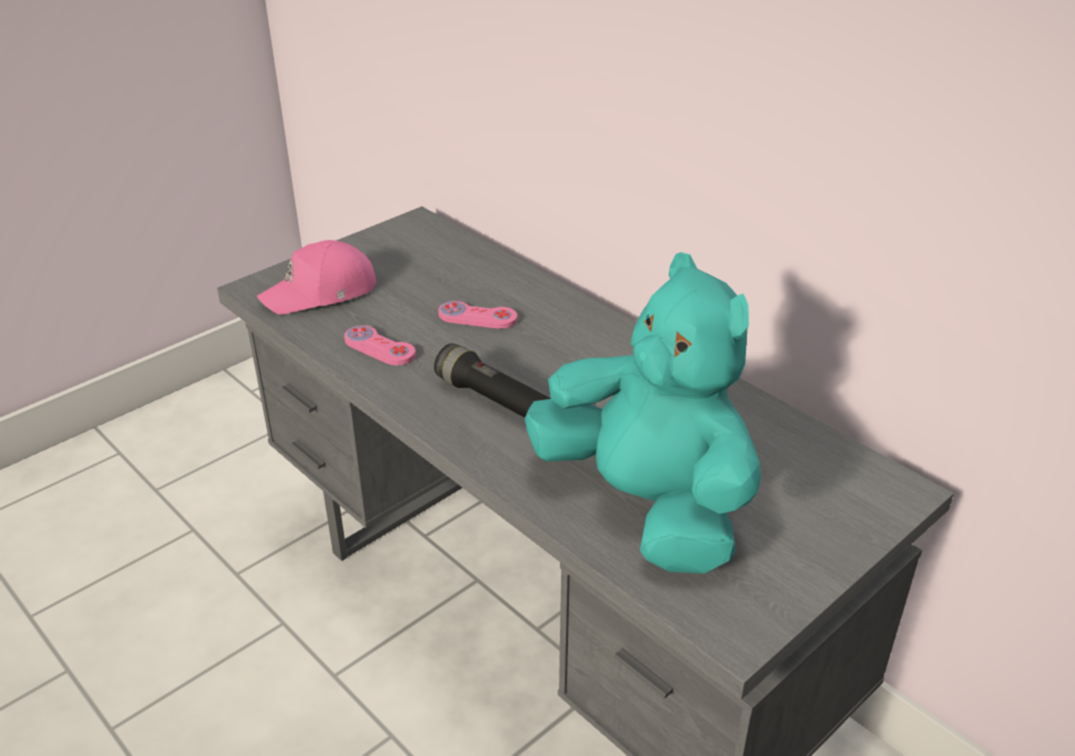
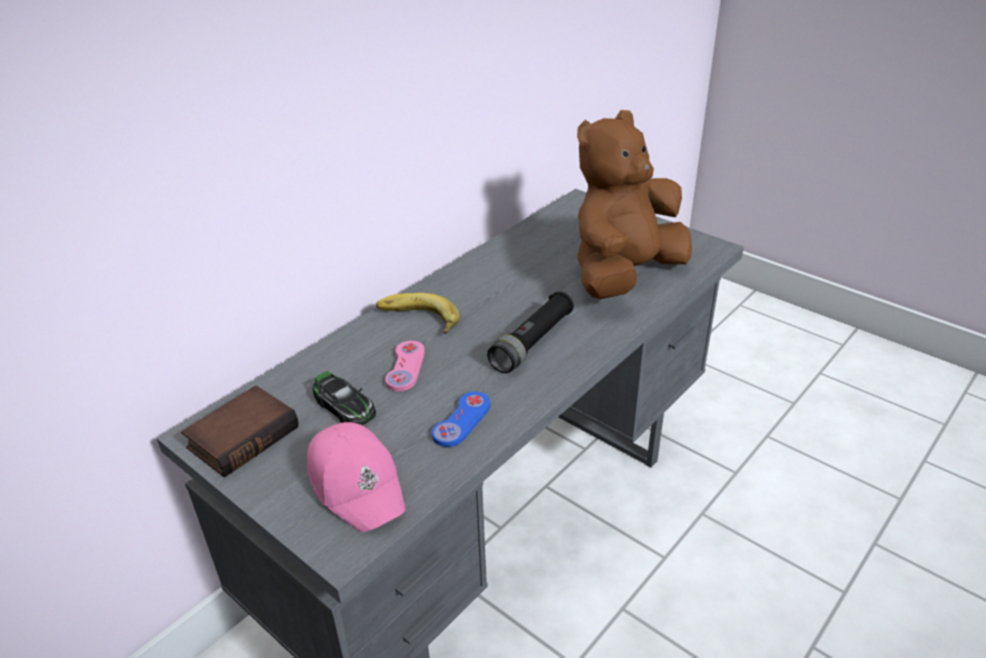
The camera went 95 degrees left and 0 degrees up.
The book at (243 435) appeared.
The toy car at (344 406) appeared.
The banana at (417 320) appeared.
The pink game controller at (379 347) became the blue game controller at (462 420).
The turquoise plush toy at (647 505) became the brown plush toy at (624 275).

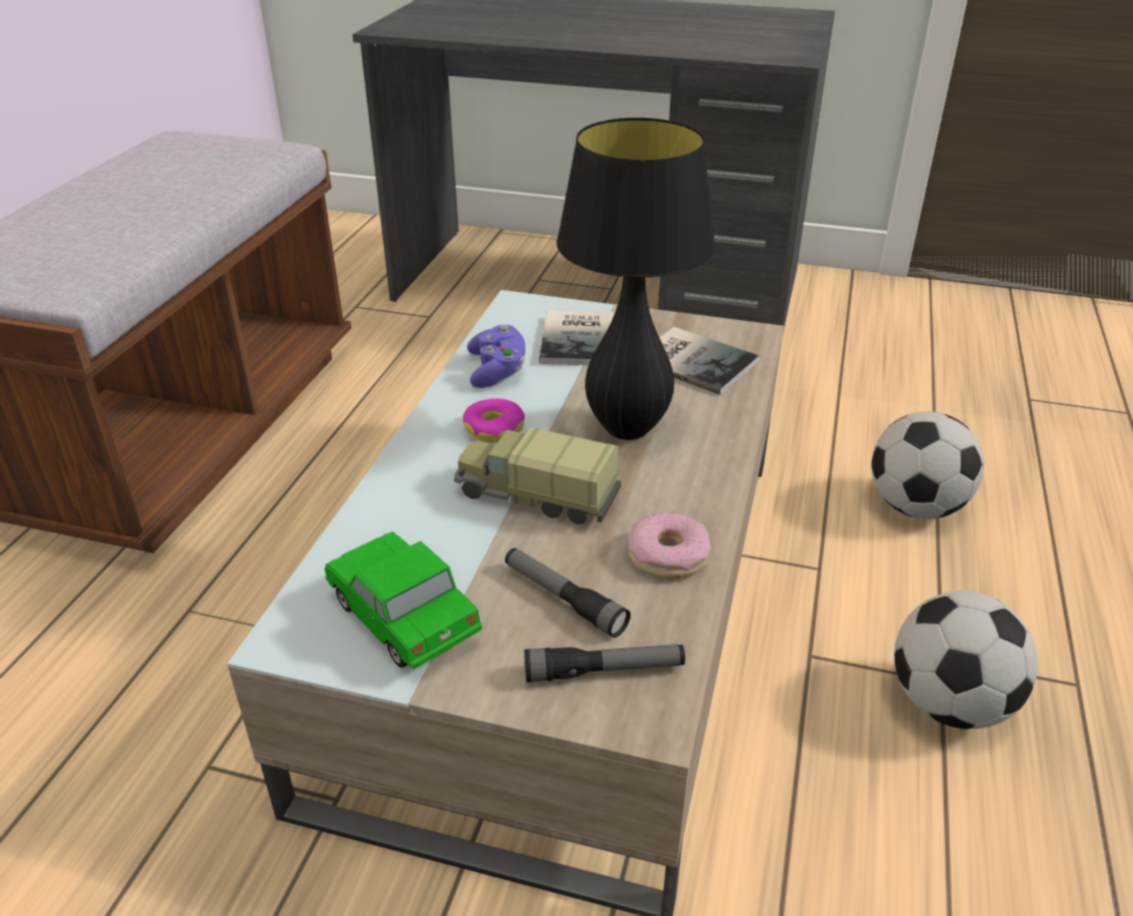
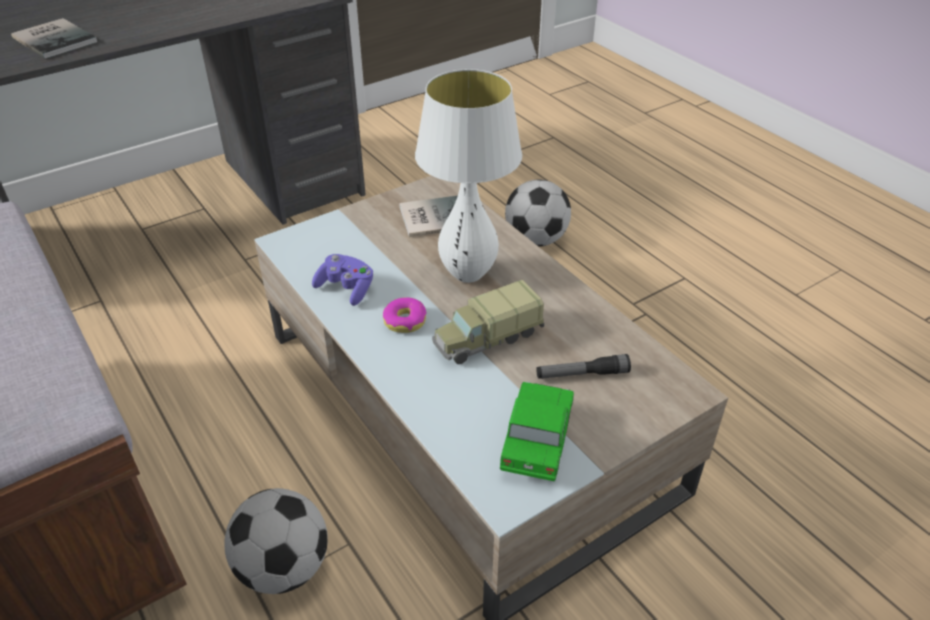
The camera went 50 degrees left and 5 degrees up.
The flashlight at (604 671) disappeared.
The donut at (668 555) disappeared.
The book moved from (583 338) to (56 38).
The football moved from (948 703) to (283 568).
The black table lamp at (627 429) became the white table lamp at (468 274).
The toy car at (403 618) turned 105 degrees clockwise.

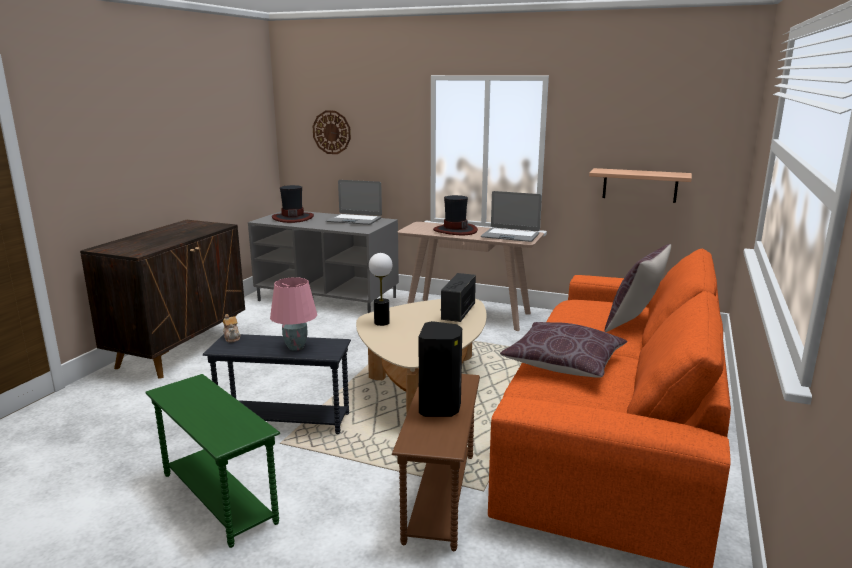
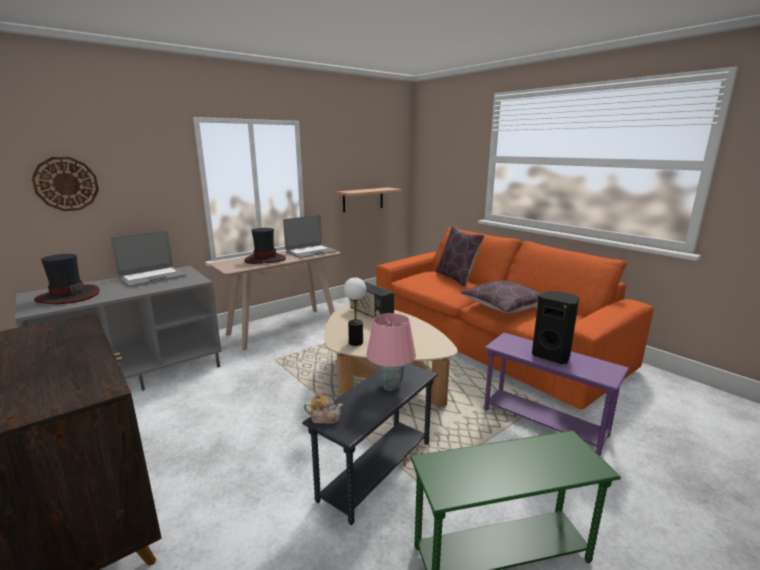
The camera went 60 degrees left and 0 degrees up.
The brown side table at (439 497) became the purple side table at (543 423).

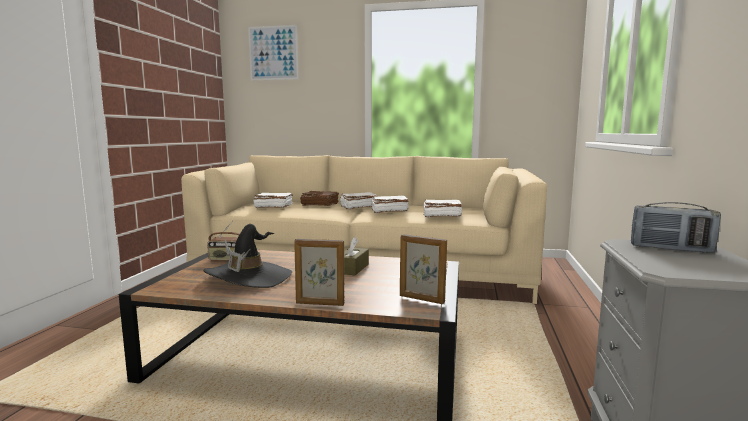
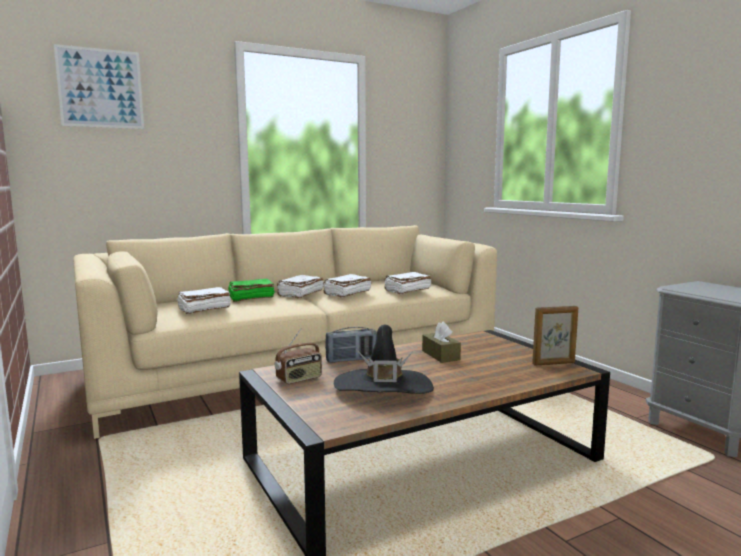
The camera went 40 degrees left and 0 degrees up.
The picture frame at (320 304) disappeared.
The radio moved from (671 249) to (351 360).
The brown book at (319 205) became the green book at (250 298).

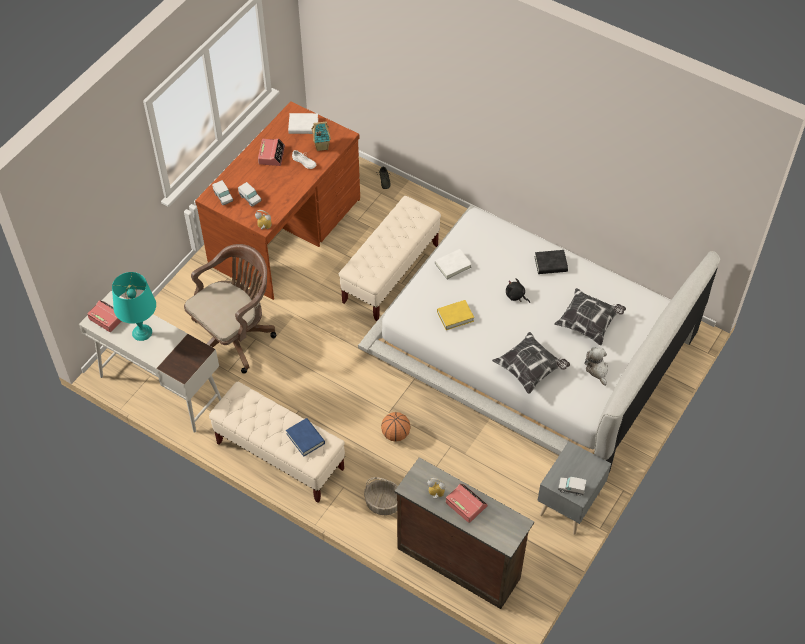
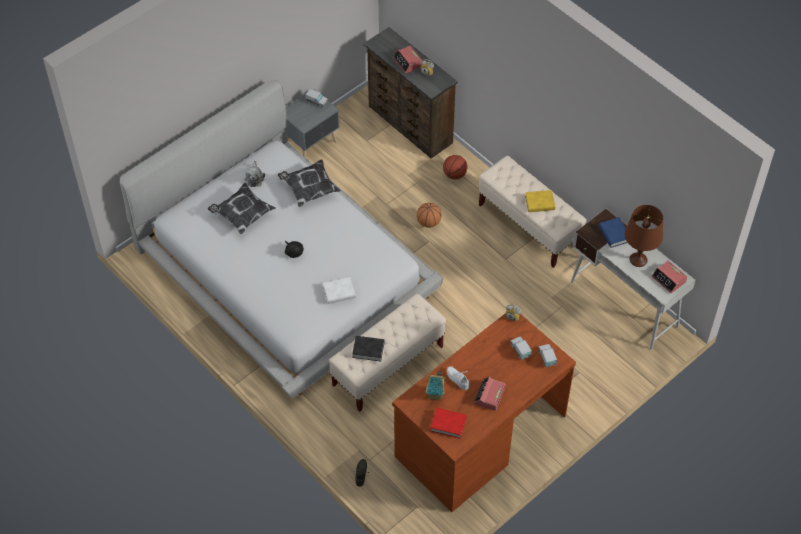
The camera went 165 degrees left and 0 degrees up.
The brown office chair at (235 336) disappeared.
The blue book moved from (305 439) to (614 234).
The yellow book moved from (455 316) to (539 203).
The black book moved from (550 264) to (368 350).
The basket at (383 503) was replaced by the basketball at (454 174).
The turquoise table lamp at (142 332) became the brown table lamp at (638 260).
The white book at (303 126) became the red book at (448 424).

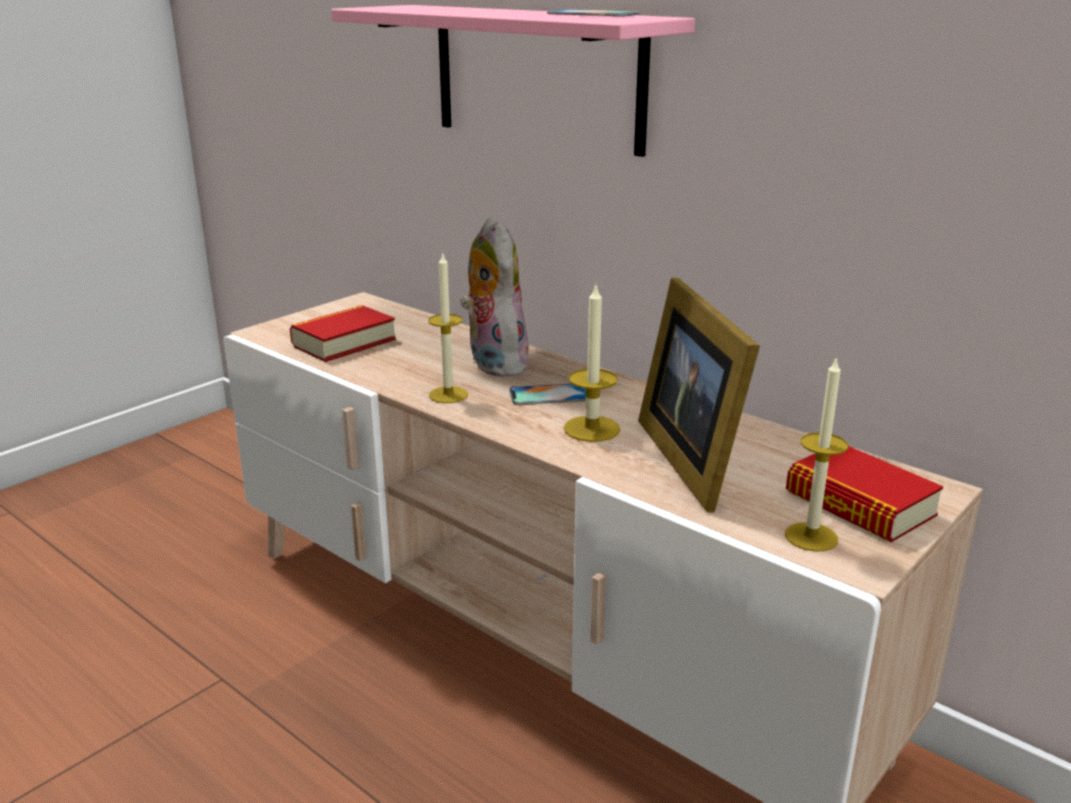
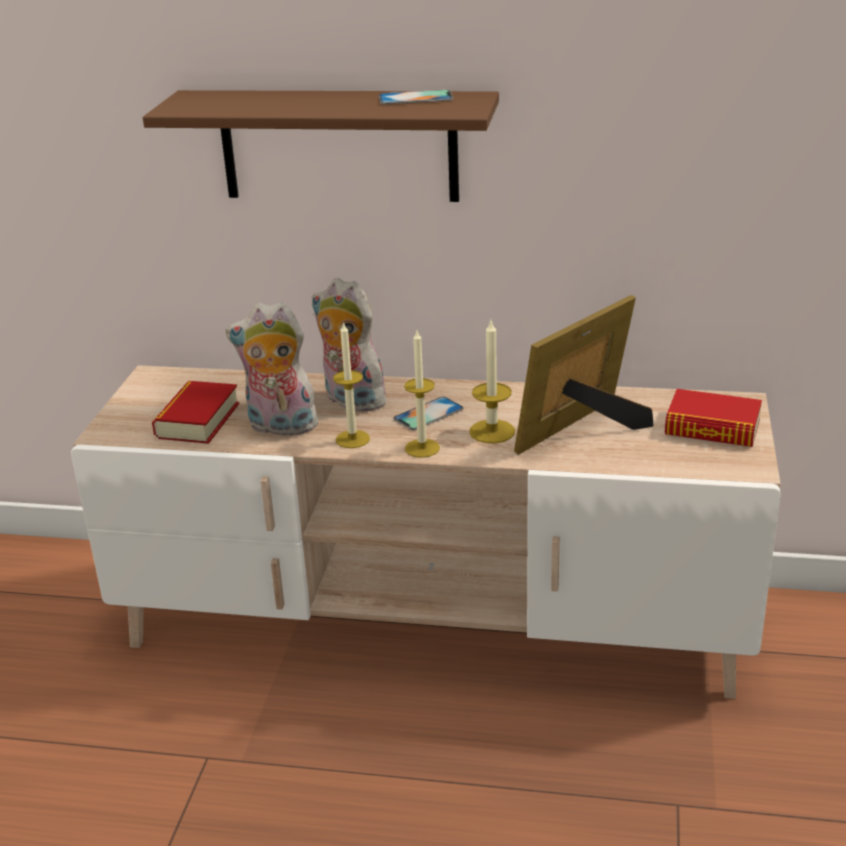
The camera went 30 degrees left and 5 degrees up.
The plush toy at (280 427) appeared.
The candle moved from (811 537) to (422 448).
The pink shelf at (537 76) became the brown shelf at (338 145).
The picture frame at (694 457) turned 90 degrees clockwise.

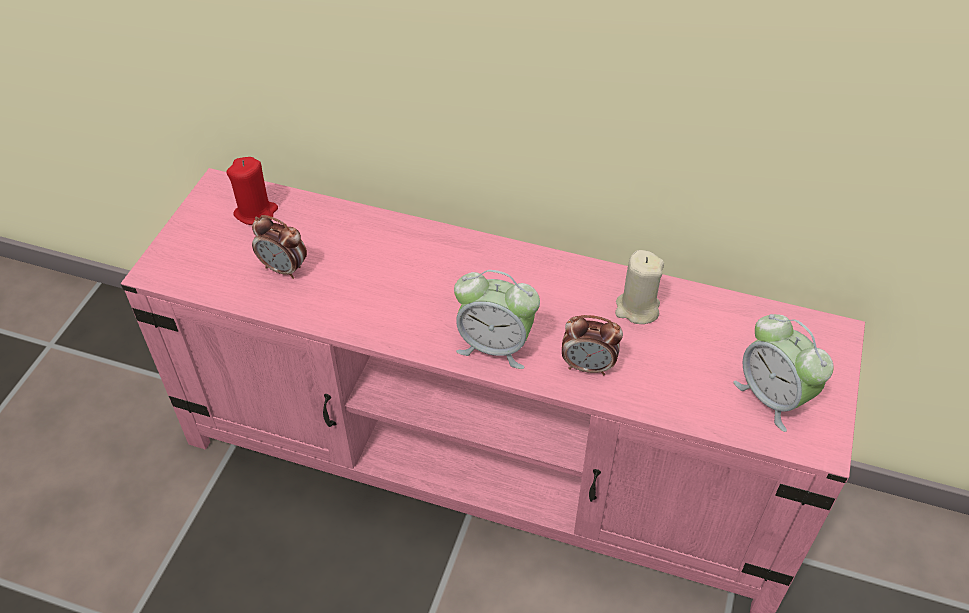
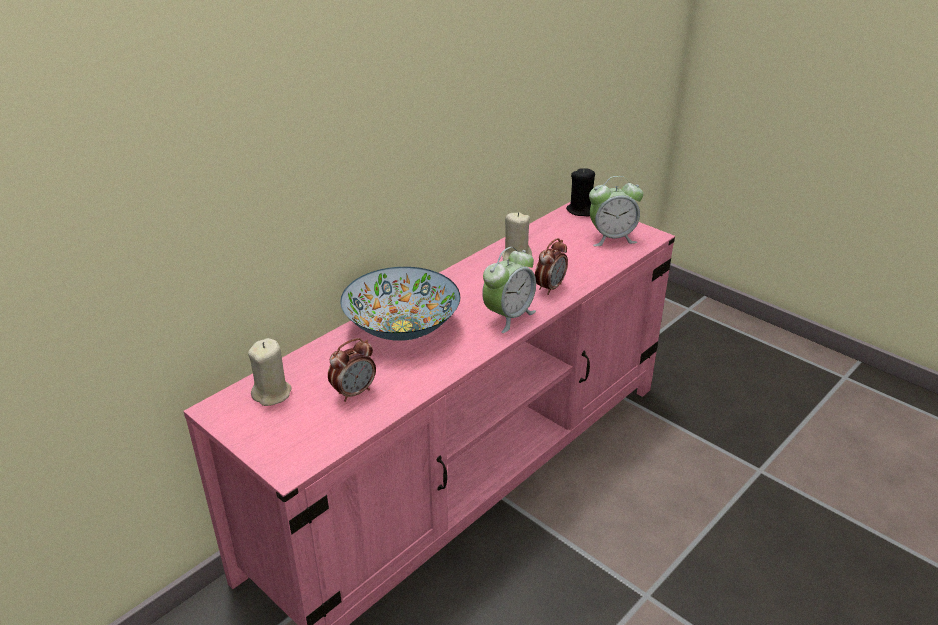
The camera went 65 degrees left and 15 degrees down.
The bowl at (402 327) appeared.
The black candle at (581 211) appeared.
The red candle at (256 212) became the beige candle at (272 394).

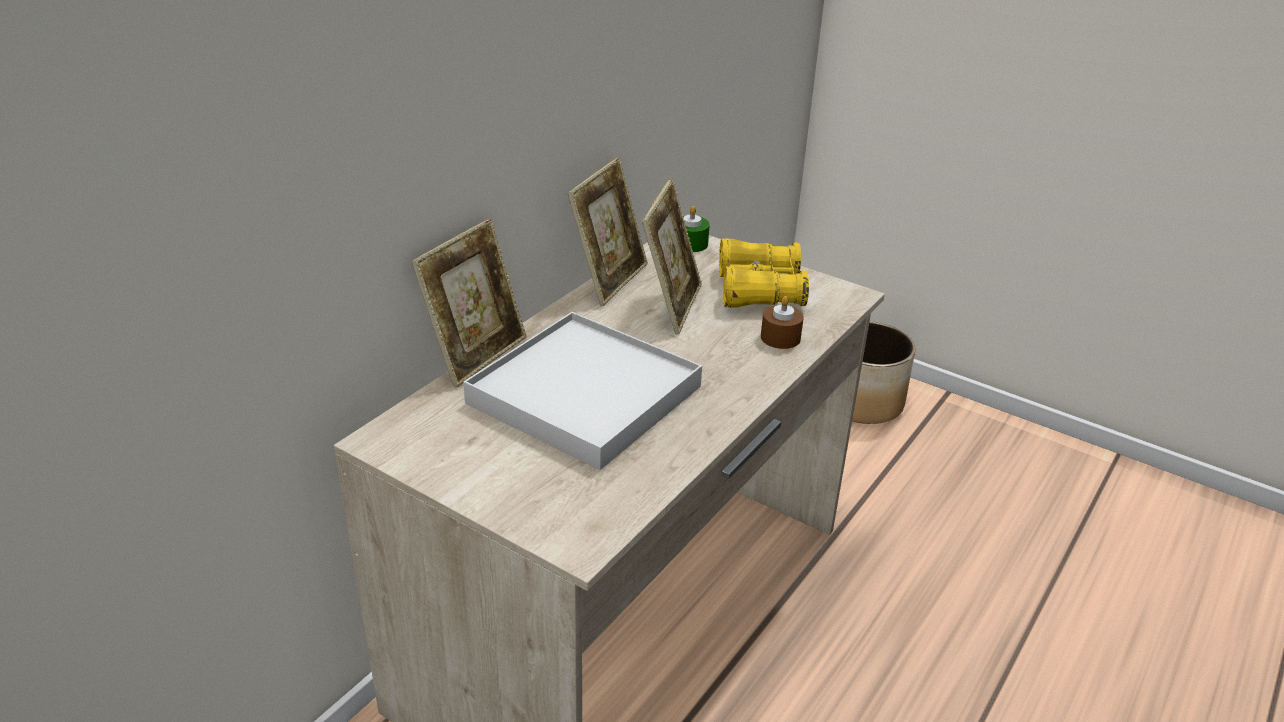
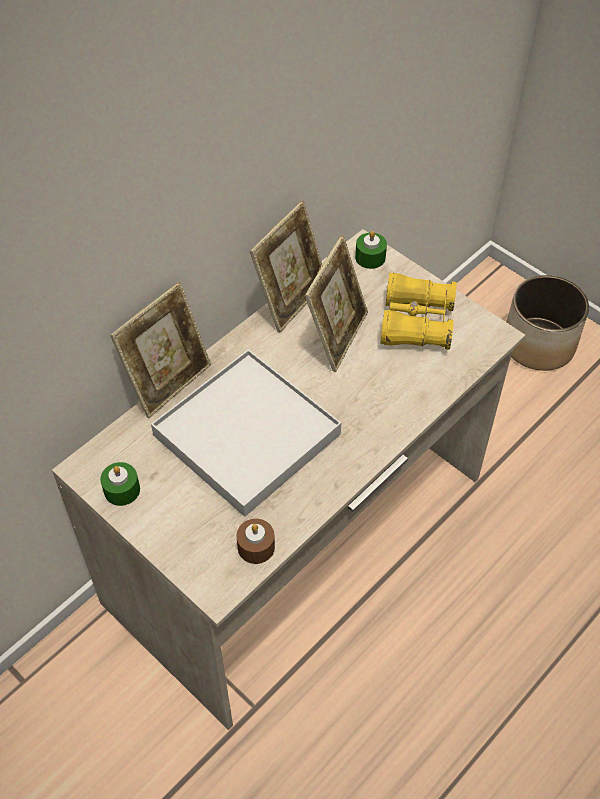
The camera went 10 degrees right and 20 degrees up.
The green candle at (122 490) appeared.
The brown candle moved from (780 337) to (256 547).

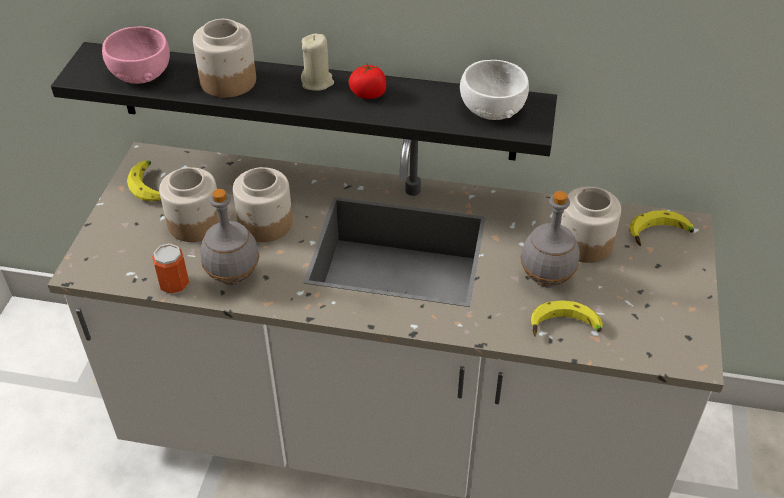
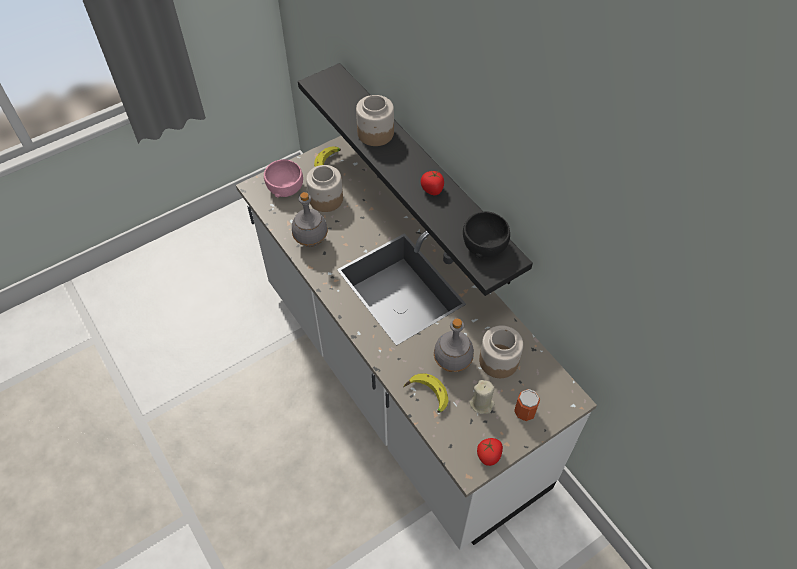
The camera went 45 degrees right and 10 degrees up.
The jar at (265 224) disappeared.
The banana at (660 236) disappeared.
The tomato at (489 455) appeared.
The pink bowl moved from (140 73) to (285 187).
The can moved from (174 284) to (524 412).
The beige candle moved from (317 82) to (481 404).
The white bowl at (491 108) became the black bowl at (484 245).

